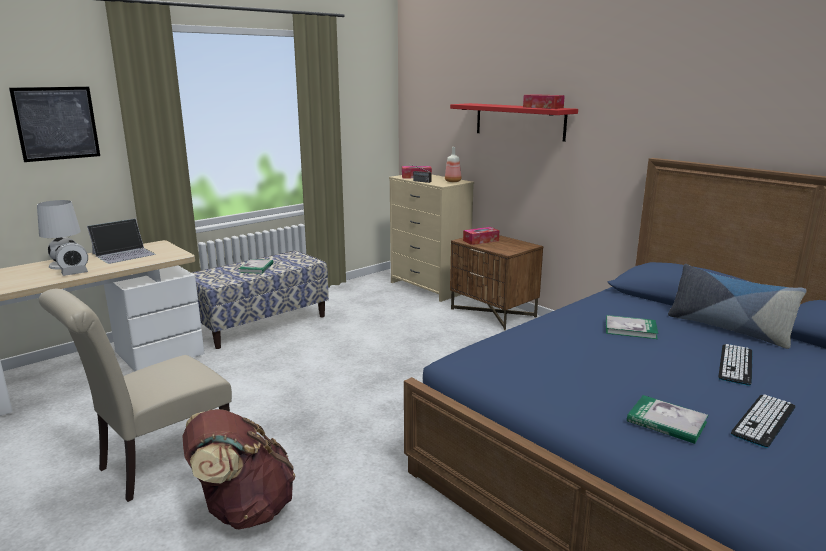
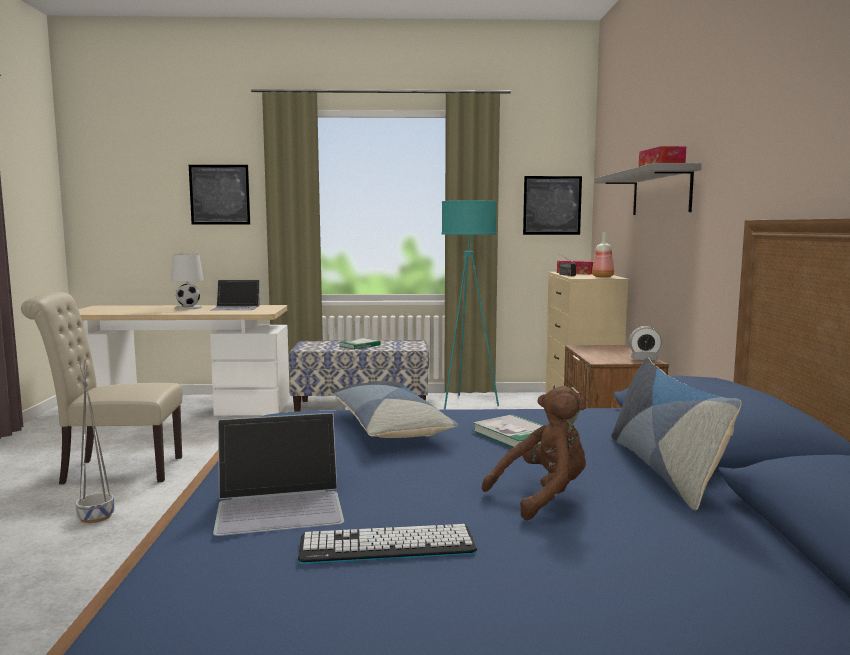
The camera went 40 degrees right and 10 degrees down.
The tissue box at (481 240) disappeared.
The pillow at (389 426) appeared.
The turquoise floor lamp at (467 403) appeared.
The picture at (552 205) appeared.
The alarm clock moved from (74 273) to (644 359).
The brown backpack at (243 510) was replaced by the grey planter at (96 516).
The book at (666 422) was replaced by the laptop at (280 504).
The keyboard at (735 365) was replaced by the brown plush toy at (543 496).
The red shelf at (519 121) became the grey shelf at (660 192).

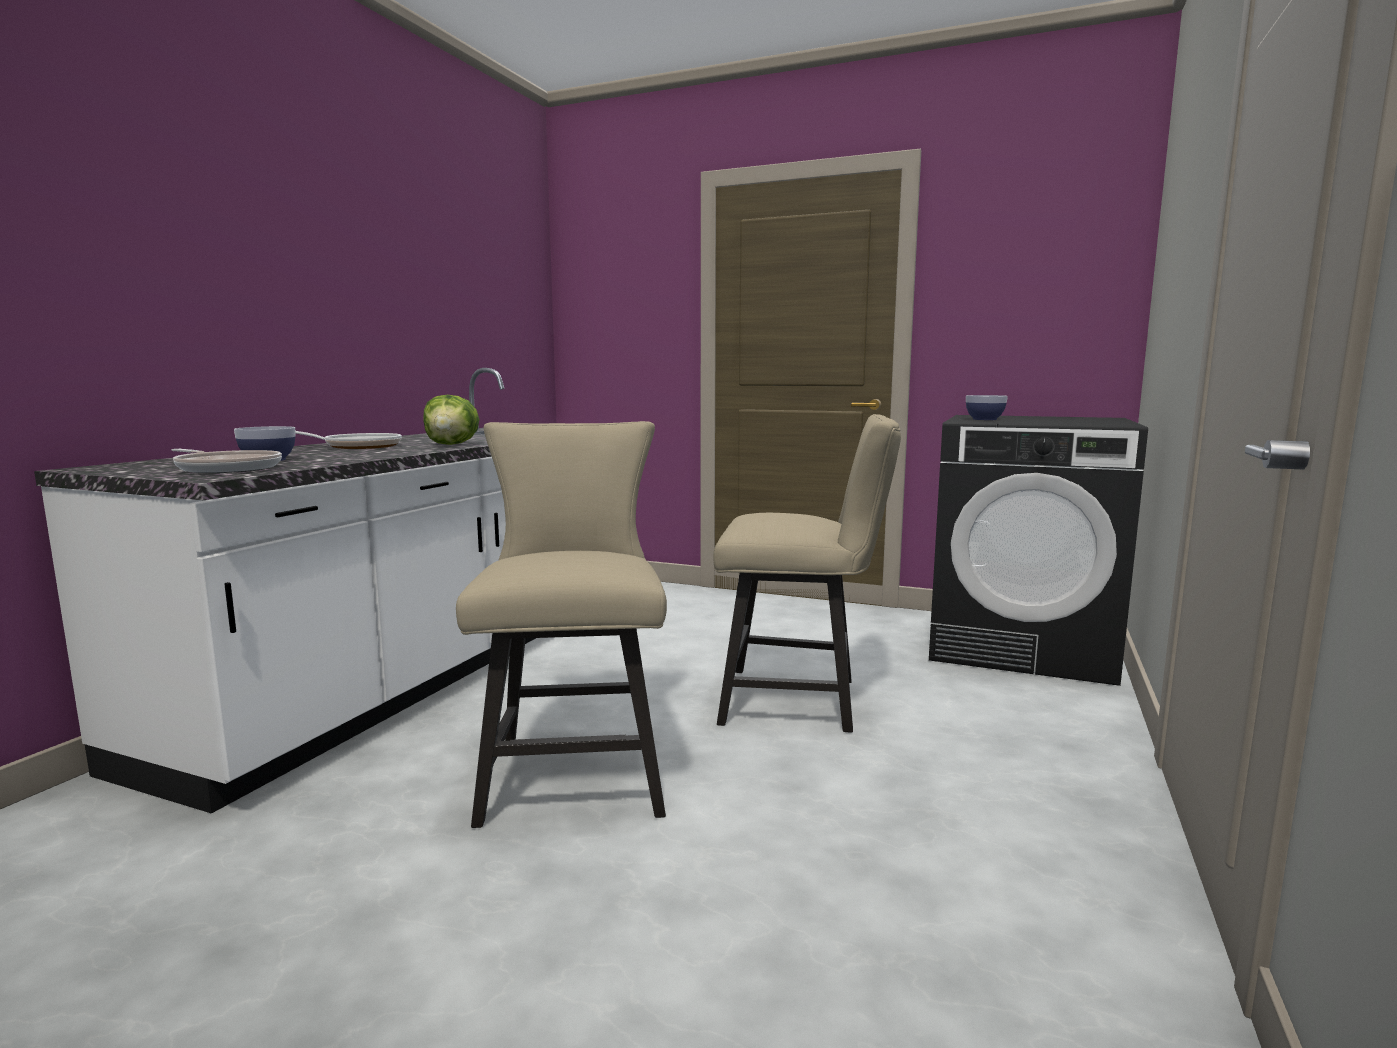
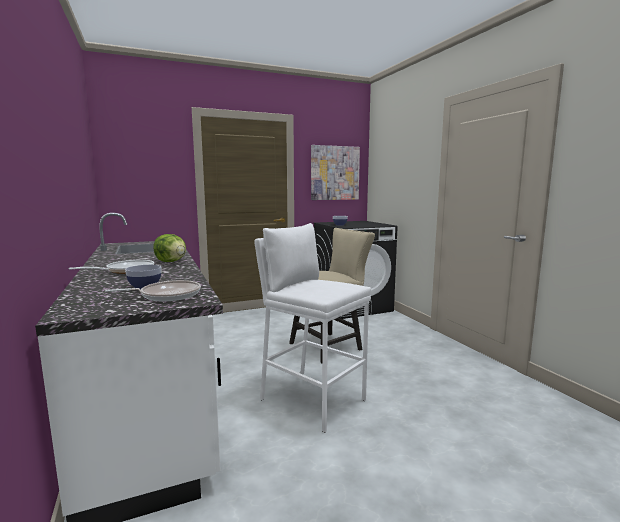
The camera went 45 degrees left and 0 degrees up.
The picture at (334 173) appeared.
The beige chair at (575 771) was replaced by the white stool at (312 399).

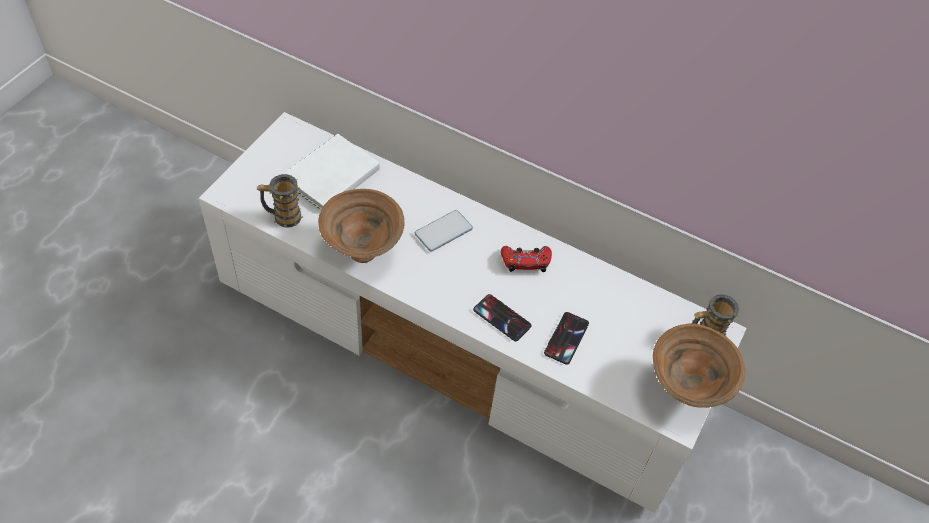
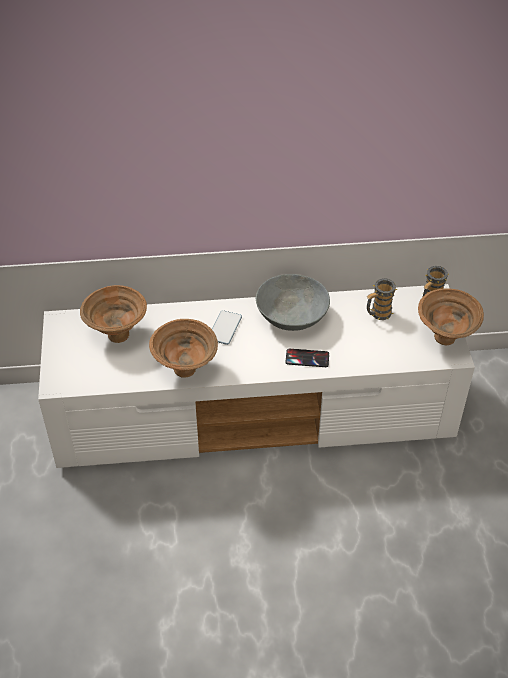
The camera went 30 degrees left and 5 degrees down.
The phone at (566 338) disappeared.
The mug moved from (282 216) to (378 314).
The white book at (329 176) was replaced by the brown bowl at (116 335).
The red game controller at (525 261) was replaced by the grey bowl at (291 317).

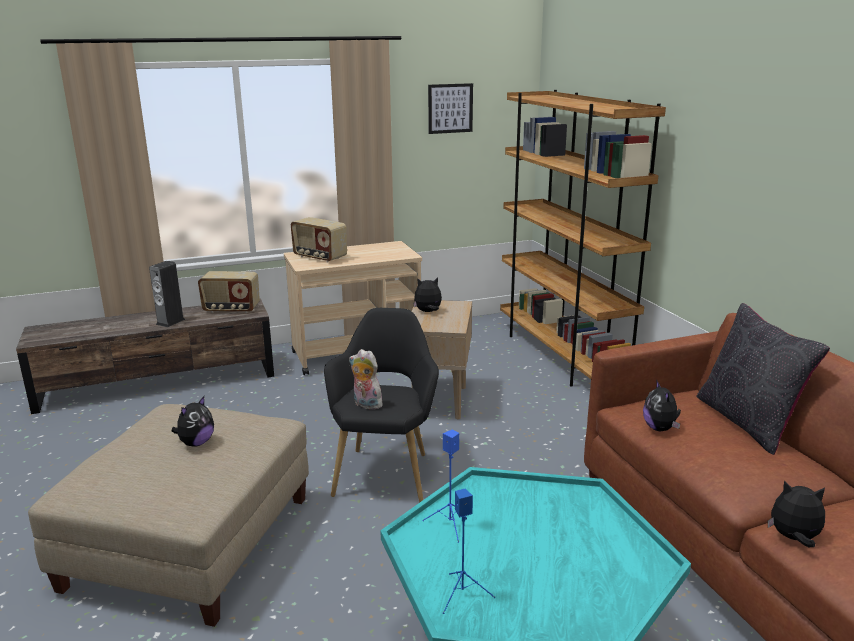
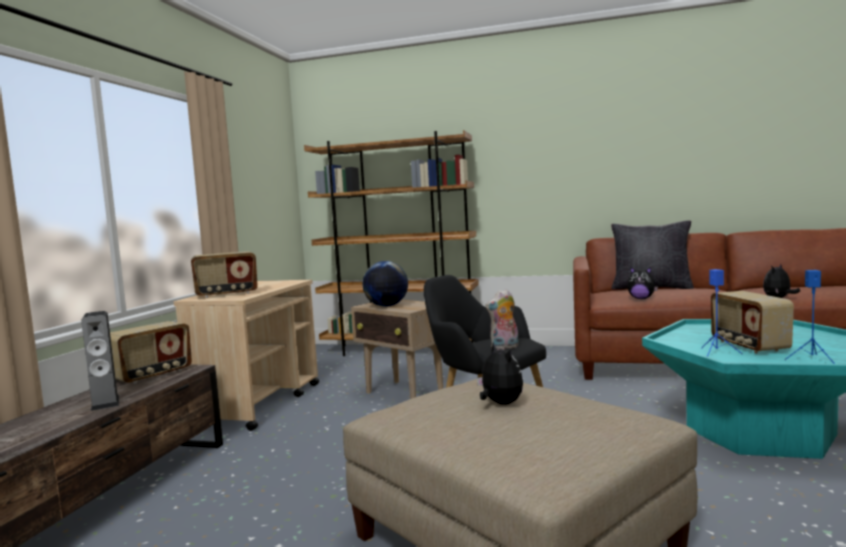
The camera went 55 degrees left and 15 degrees down.
The picture at (450 108) disappeared.
The radio at (748 346) appeared.
The plush toy at (428 312) was replaced by the globe at (386 306).

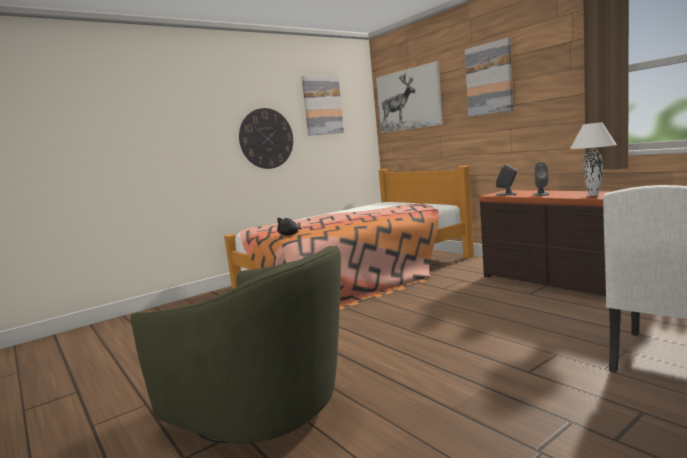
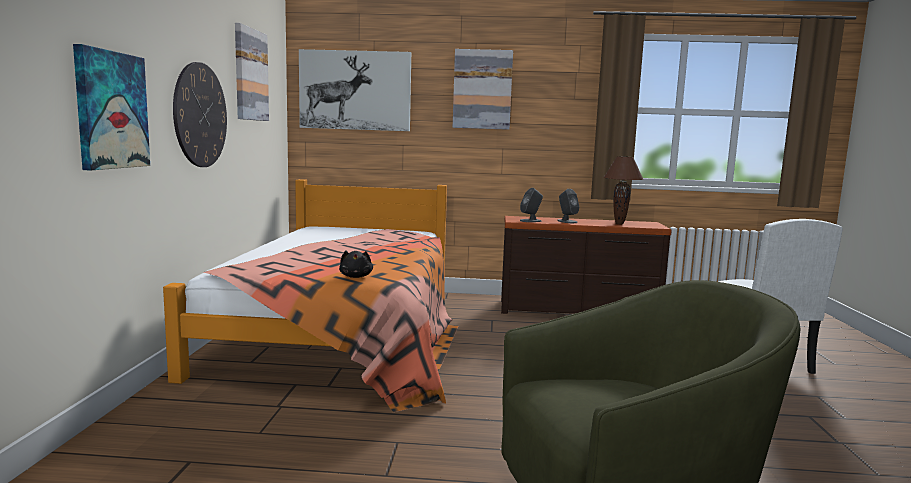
The camera went 50 degrees left and 0 degrees up.
The picture at (111 110) appeared.
The white table lamp at (592 195) became the brown table lamp at (619 224).

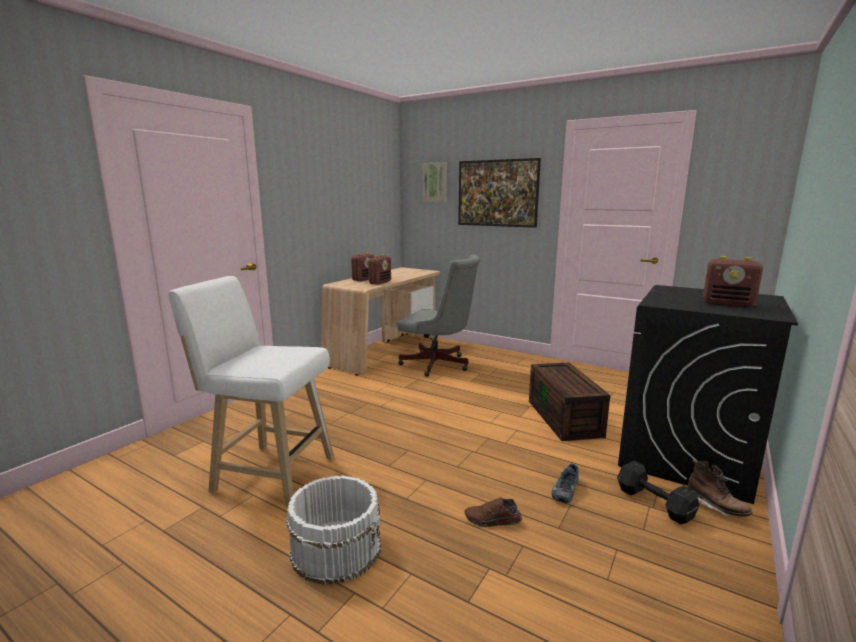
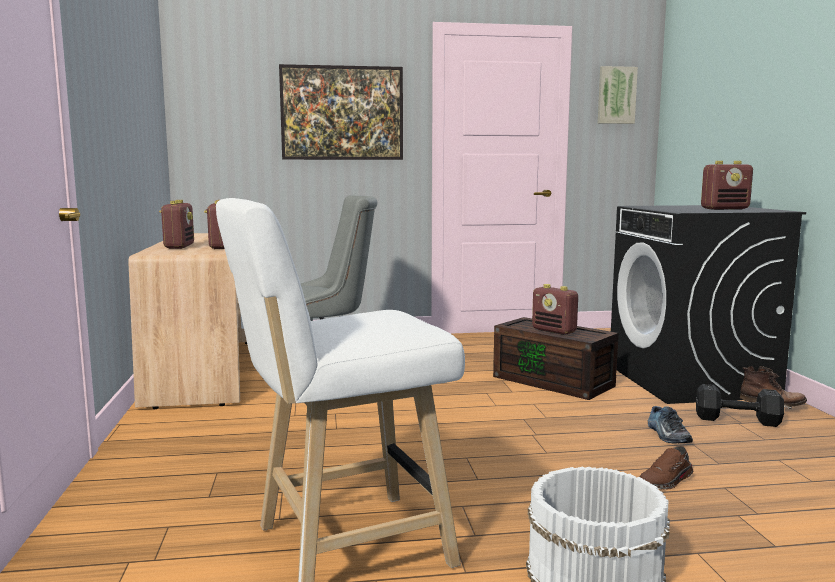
The camera went 40 degrees left and 5 degrees down.
The radio at (554 331) appeared.
The picture moved from (435 182) to (616 95).

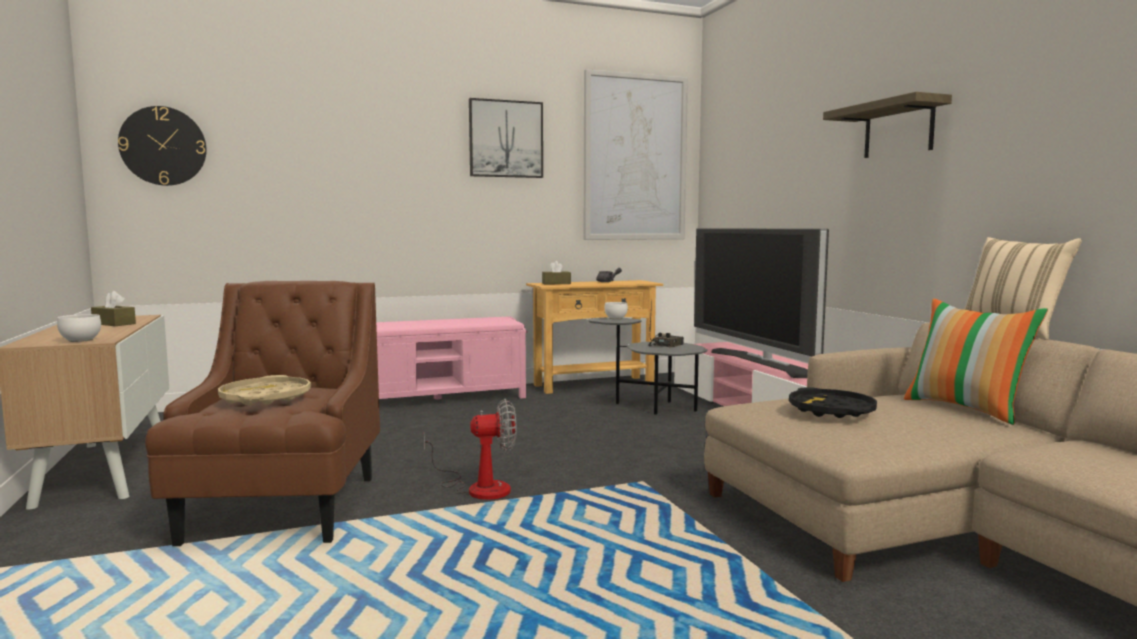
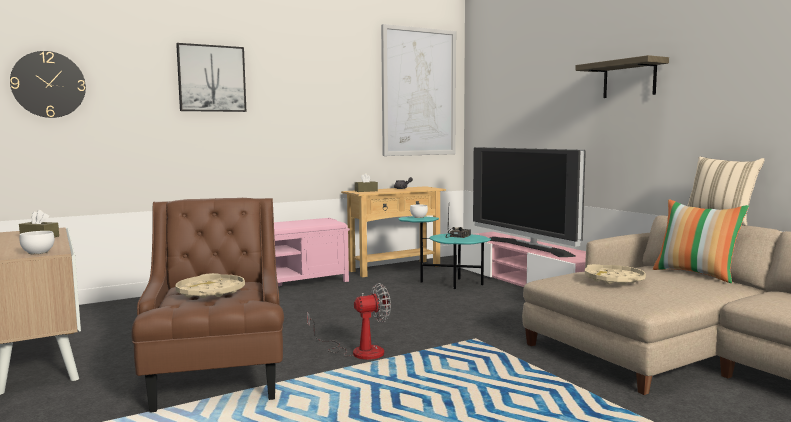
The camera went 10 degrees left and 0 degrees up.
The picture moved from (506 139) to (211 78).
The grey side table at (650 407) became the turquoise side table at (447 283).
The black tray at (831 410) became the beige tray at (614 279).

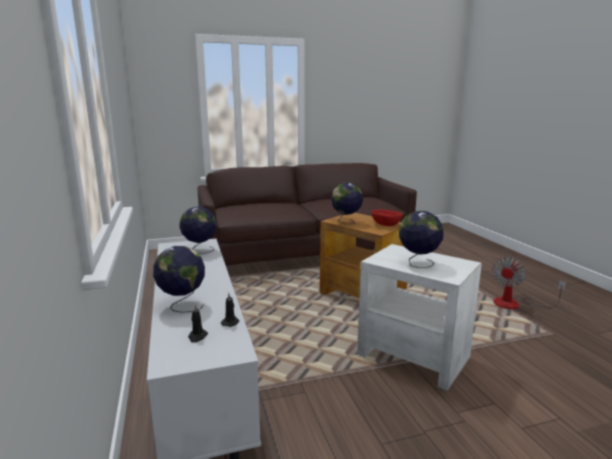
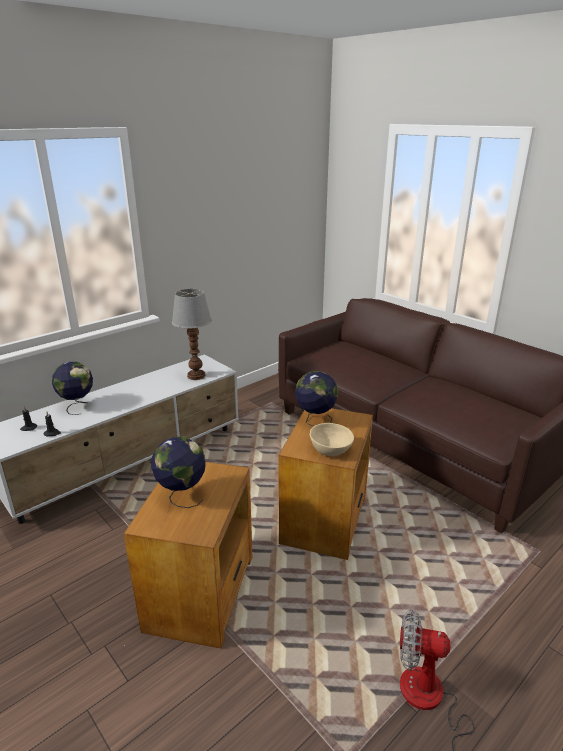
The camera went 65 degrees right and 10 degrees up.
The globe at (200 251) was replaced by the table lamp at (195 376).
The white side table at (412 355) became the brown side table at (202 592).
The red bowl at (386 225) became the beige bowl at (330 450).

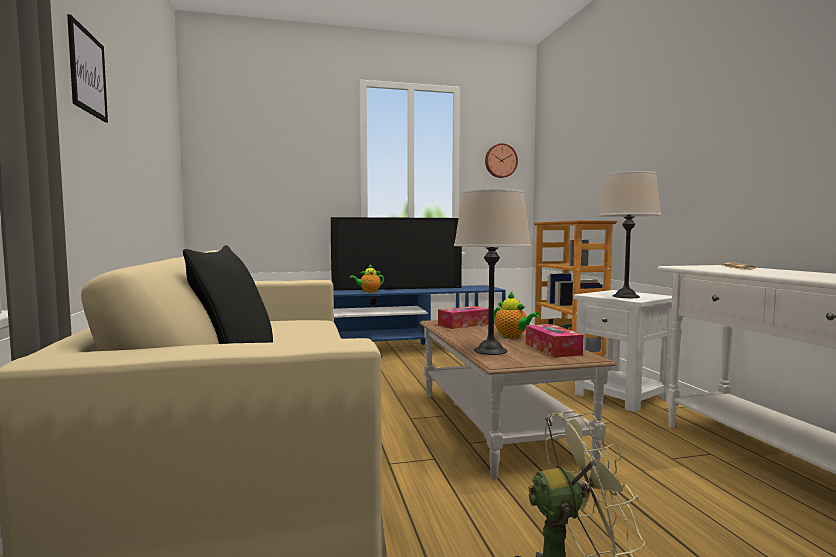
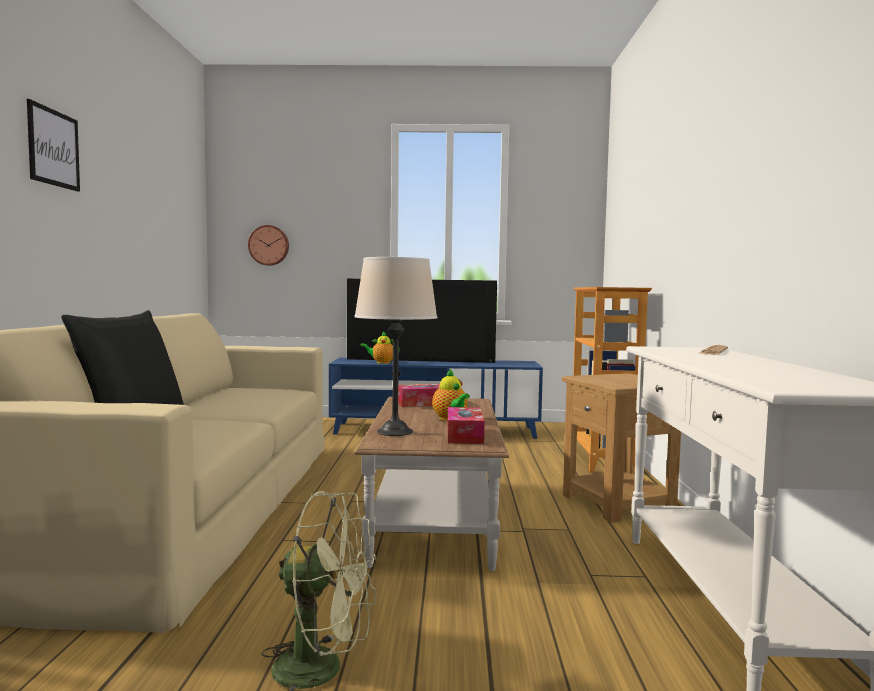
The camera went 15 degrees right and 0 degrees up.
The beige table lamp at (626 296) disappeared.
The wall clock moved from (500 161) to (269 245).
The white side table at (622 396) became the brown side table at (618 504).

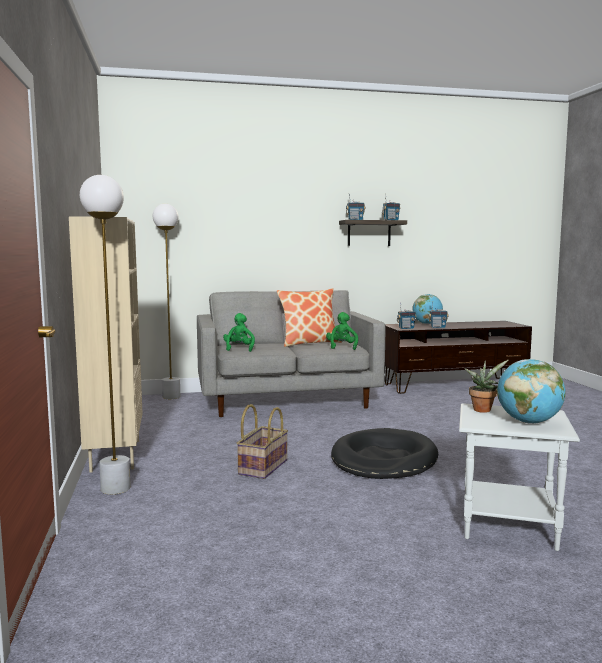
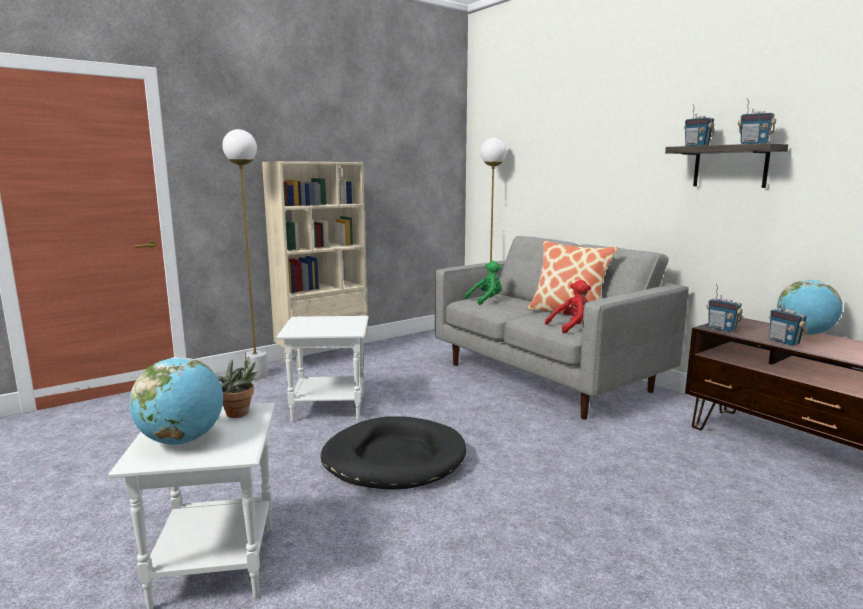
The camera went 65 degrees right and 5 degrees up.
The basket at (262 467) was replaced by the white side table at (330 408).
The green plush toy at (342 347) became the red plush toy at (571 327).

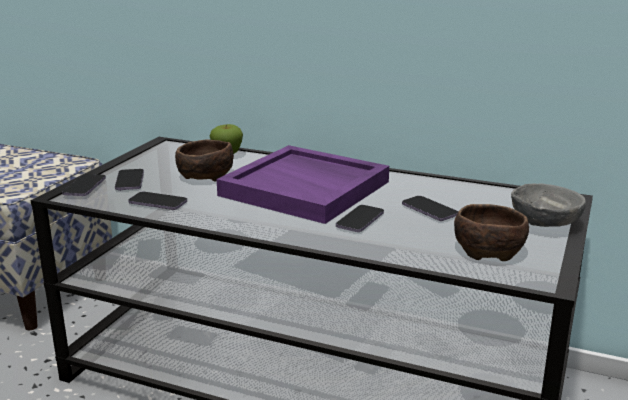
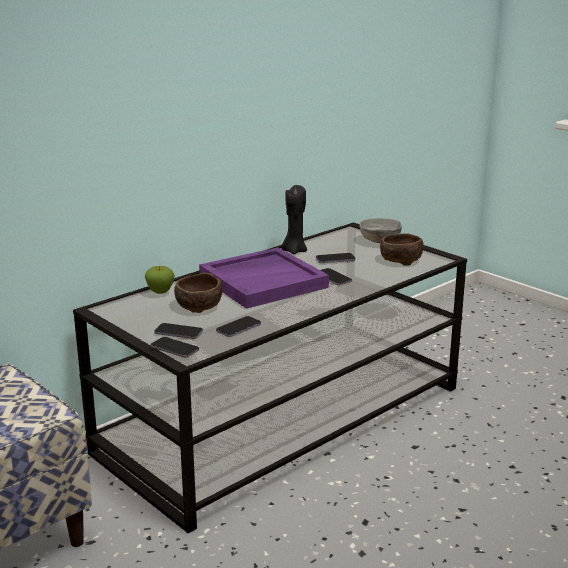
The camera went 65 degrees left and 0 degrees up.
The black candle at (294 251) appeared.

